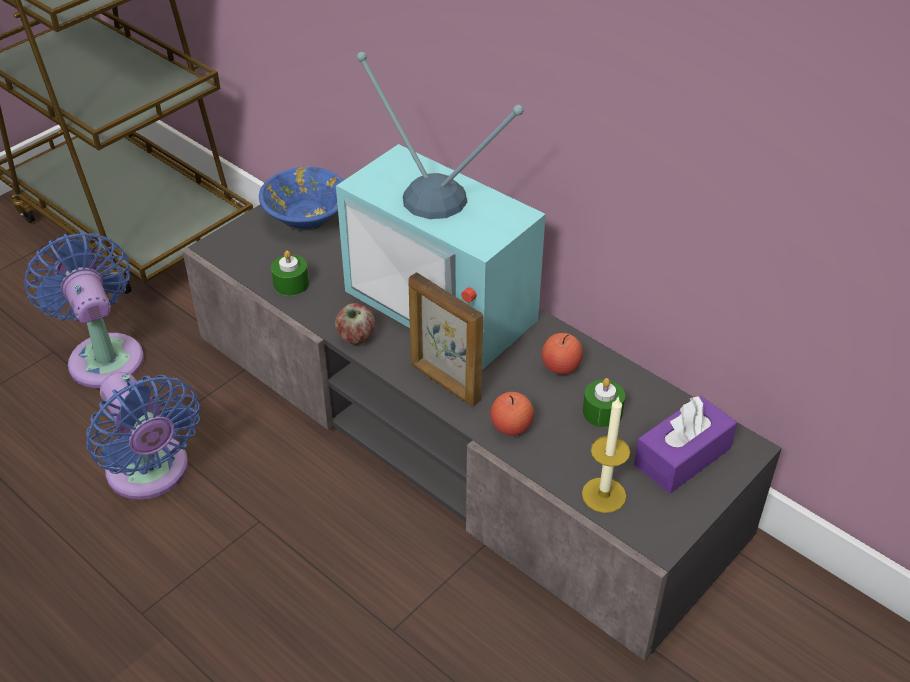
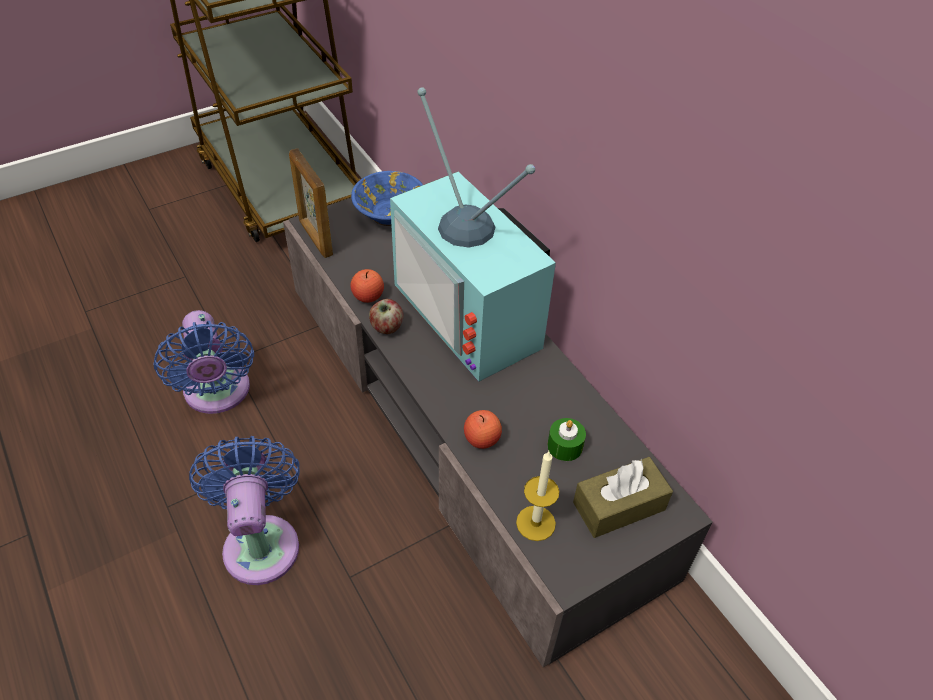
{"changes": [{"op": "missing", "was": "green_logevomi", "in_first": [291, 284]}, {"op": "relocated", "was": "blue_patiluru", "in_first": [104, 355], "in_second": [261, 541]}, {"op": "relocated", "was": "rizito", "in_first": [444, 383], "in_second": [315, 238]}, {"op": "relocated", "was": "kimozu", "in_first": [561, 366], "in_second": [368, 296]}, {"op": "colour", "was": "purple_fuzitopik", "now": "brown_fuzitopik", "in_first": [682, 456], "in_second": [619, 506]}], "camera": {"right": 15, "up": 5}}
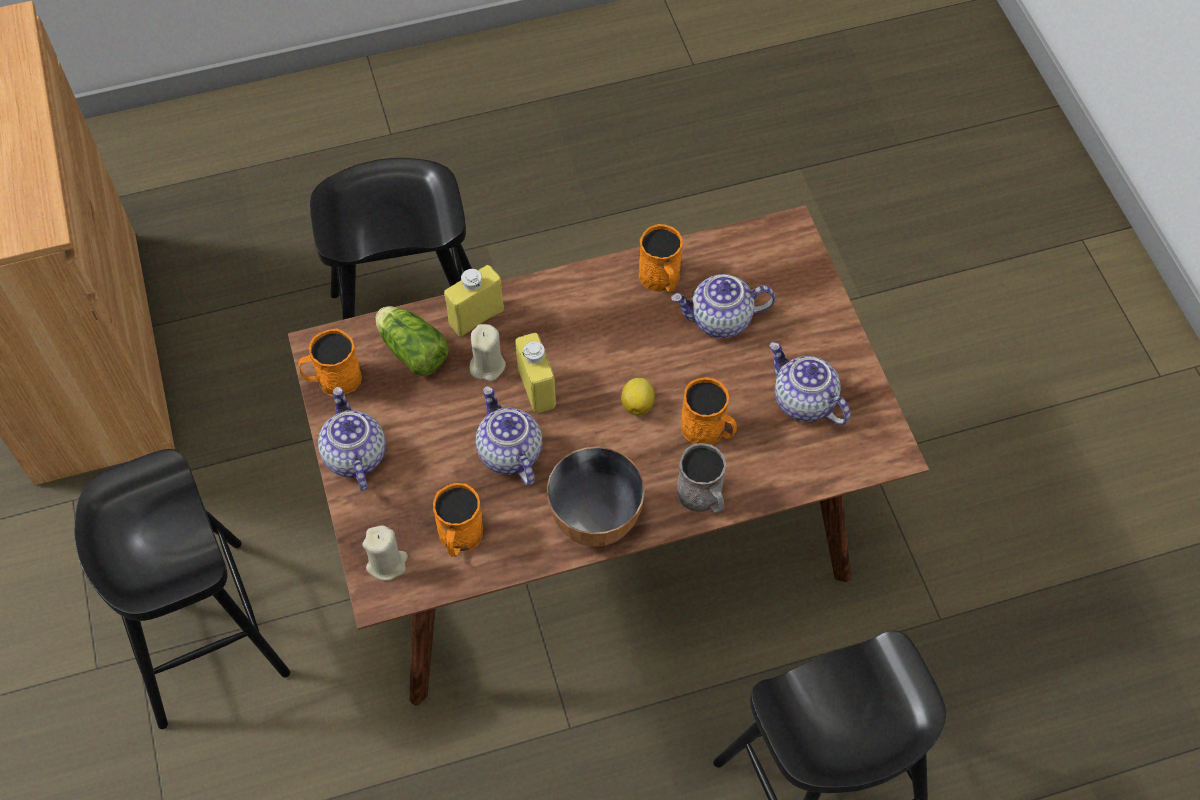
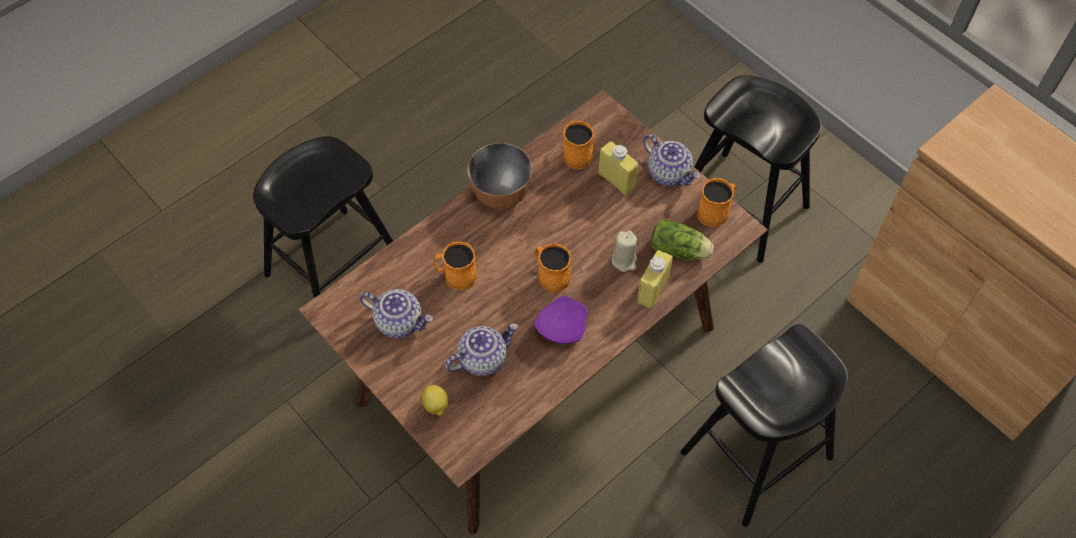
{"changes": [{"op": "missing", "was": "beige_logevomi", "in_first": [387, 563]}, {"op": "missing", "was": "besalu", "in_first": [509, 453]}, {"op": "missing", "was": "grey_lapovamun", "in_first": [703, 497]}, {"op": "appeared", "now": "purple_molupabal", "in_second": [560, 327]}, {"op": "relocated", "was": "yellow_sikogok", "in_first": [536, 388], "in_second": [616, 180]}, {"op": "relocated", "was": "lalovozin", "in_first": [638, 404], "in_second": [435, 405]}, {"op": "relocated", "was": "orange_lapovamun", "in_first": [661, 280], "in_second": [550, 276]}], "camera": {"right": 155, "up": 0}}
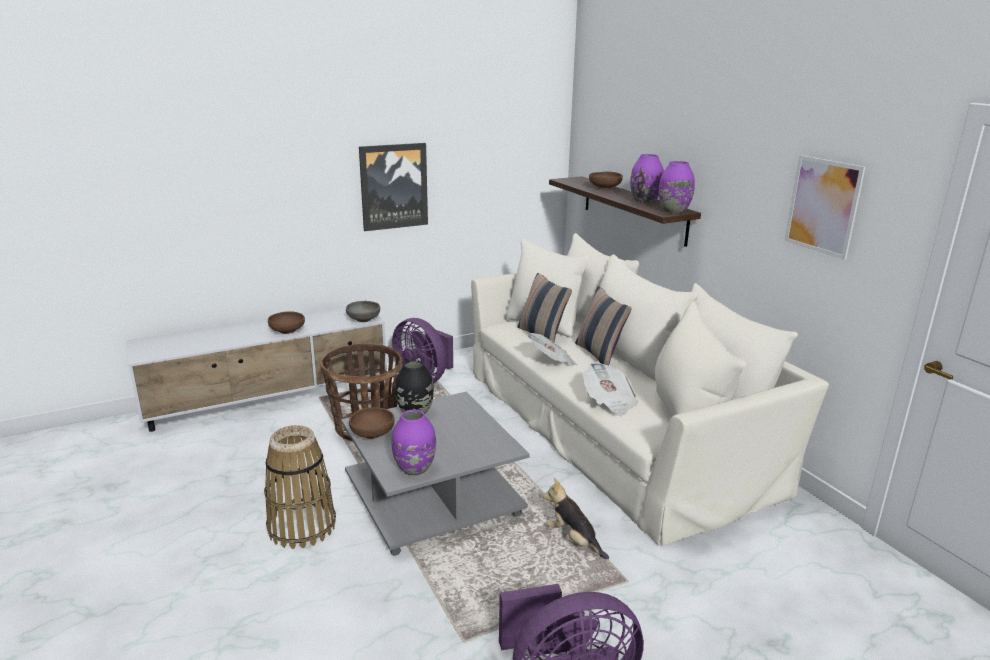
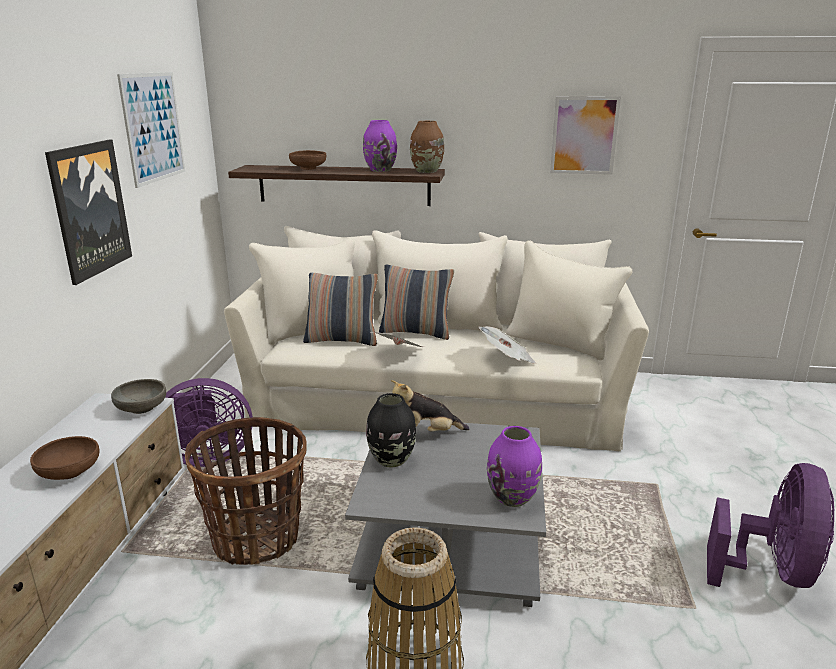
{"changes": [{"op": "missing", "was": "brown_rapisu", "in_first": [372, 433]}, {"op": "appeared", "now": "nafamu", "in_second": [153, 127]}, {"op": "relocated", "was": "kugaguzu", "in_first": [573, 540], "in_second": [426, 434]}, {"op": "colour", "was": "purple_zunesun", "now": "brown_zunesun", "in_first": [673, 211], "in_second": [426, 171]}], "camera": {"right": -55, "up": 0}}
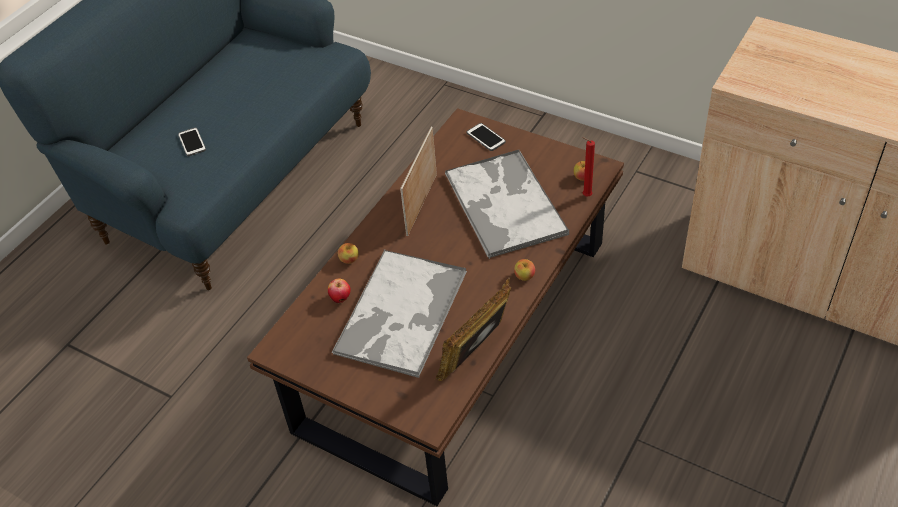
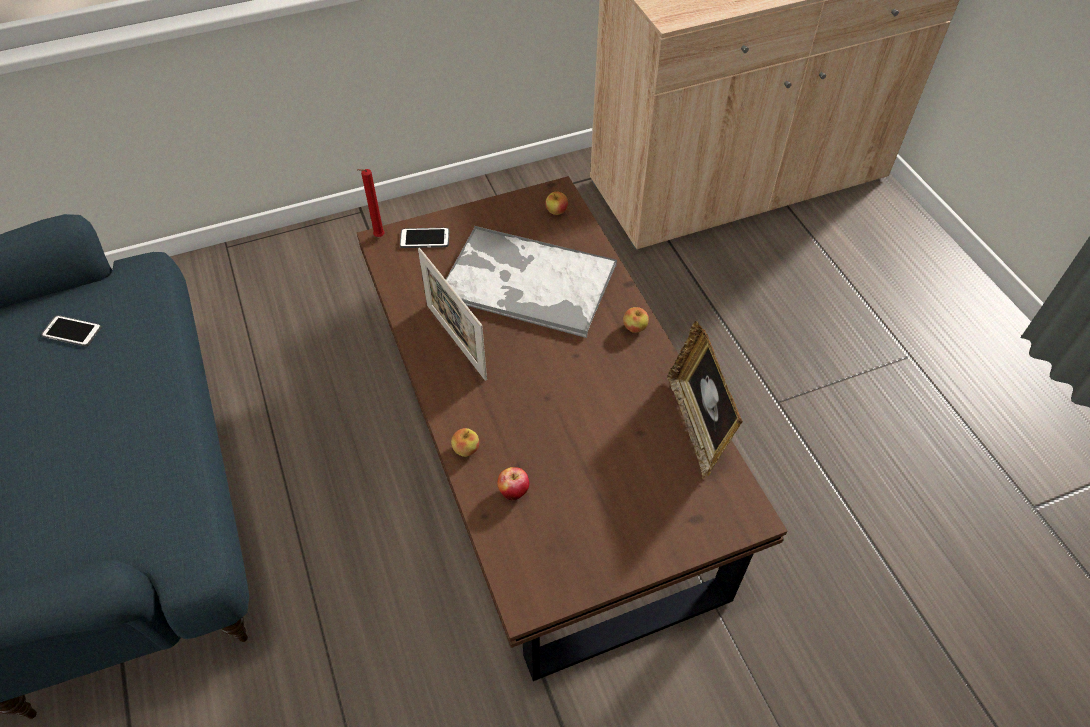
{"changes": [{"op": "missing", "was": "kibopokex", "in_first": [400, 314]}, {"op": "relocated", "was": "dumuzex", "in_first": [192, 142], "in_second": [72, 332]}, {"op": "relocated", "was": "red_logevomi", "in_first": [585, 196], "in_second": [378, 237]}], "camera": {"right": -55, "up": 5}}
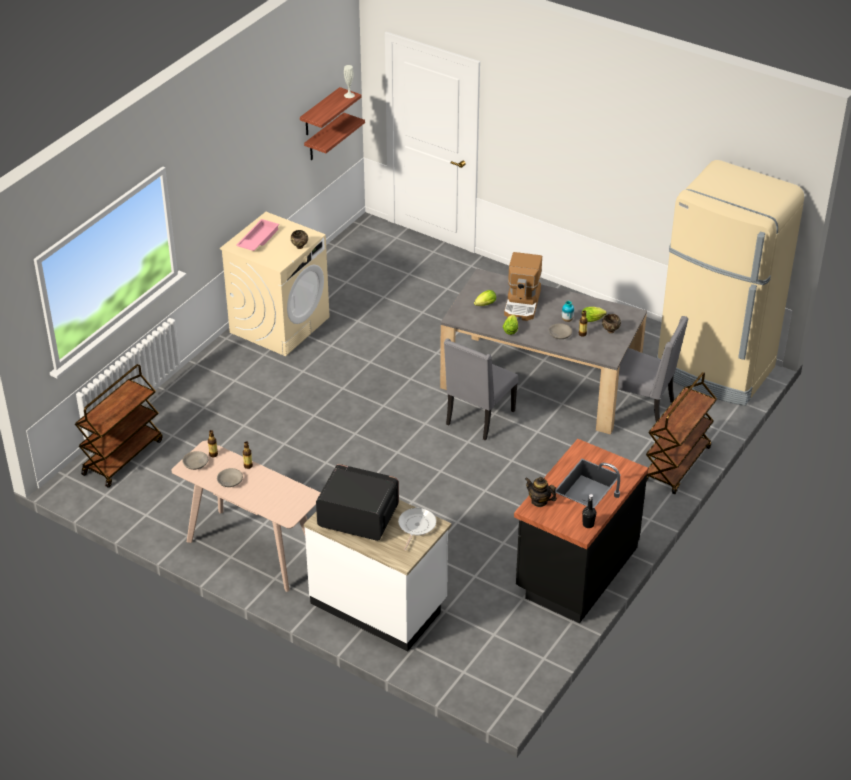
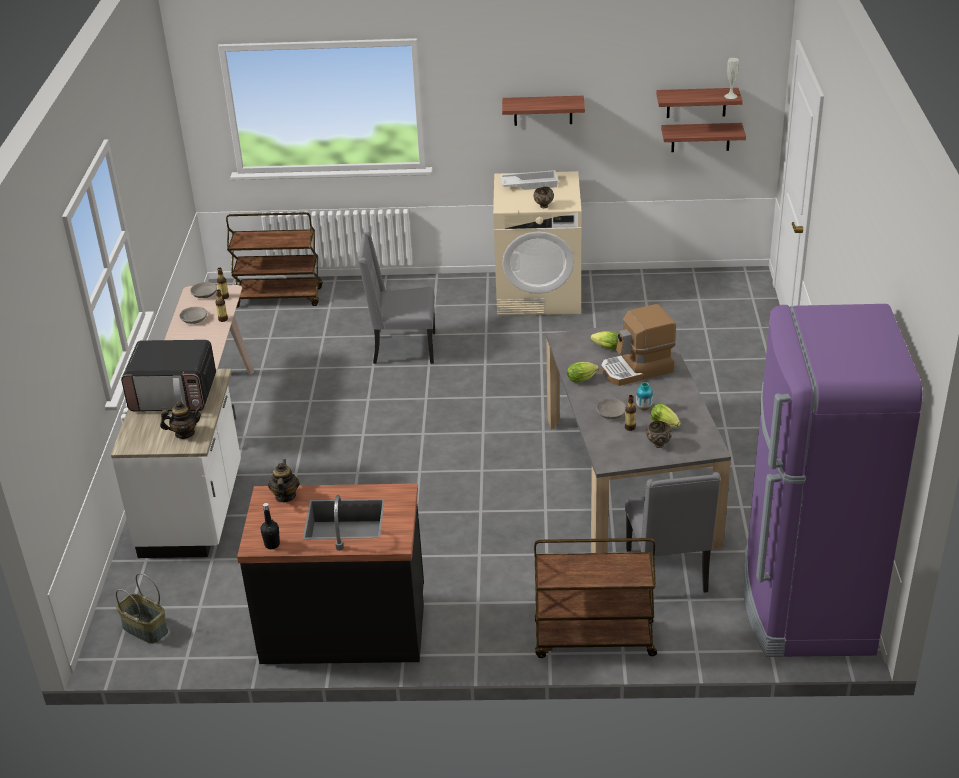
{"changes": [{"op": "appeared", "now": "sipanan", "in_second": [144, 629]}, {"op": "appeared", "now": "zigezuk", "in_second": [543, 110]}, {"op": "relocated", "was": "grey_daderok", "in_first": [478, 418], "in_second": [402, 349]}, {"op": "exchanged", "was": "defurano", "now": "besalu", "in_first": [416, 526], "in_second": [184, 433]}, {"op": "colour", "was": "pink_kibopokex", "now": "white_kibopokex", "in_first": [257, 239], "in_second": [529, 184]}, {"op": "colour", "was": "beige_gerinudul", "now": "purple_gerinudul", "in_first": [715, 371], "in_second": [805, 605]}, {"op": "spun", "was": "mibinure", "in_first": [357, 516], "in_second": [174, 395], "clockwise": 105}], "camera": {"right": 60, "up": -5}}
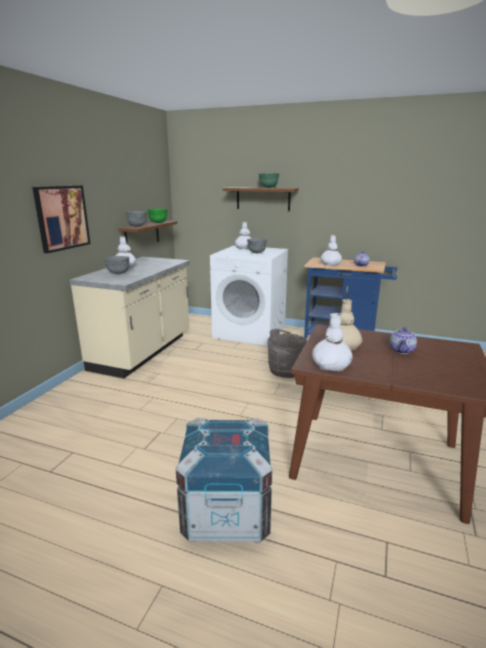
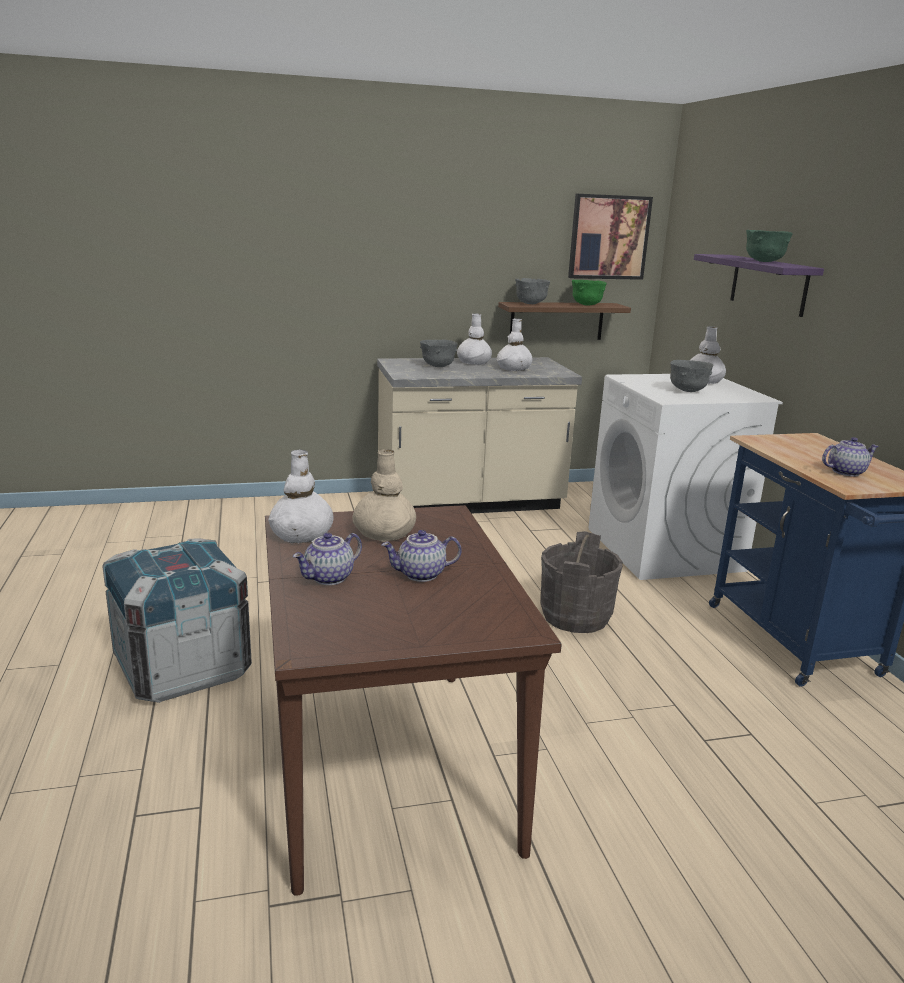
{"changes": [{"op": "appeared", "now": "besalu", "in_second": [329, 578]}, {"op": "relocated", "was": "nafamu", "in_first": [62, 217], "in_second": [608, 237]}, {"op": "relocated", "was": "white_zunesun", "in_first": [330, 264], "in_second": [514, 368]}, {"op": "colour", "was": "brown_zigezuk", "now": "purple_zigezuk", "in_first": [263, 198], "in_second": [768, 284]}], "camera": {"right": 55, "up": 0}}
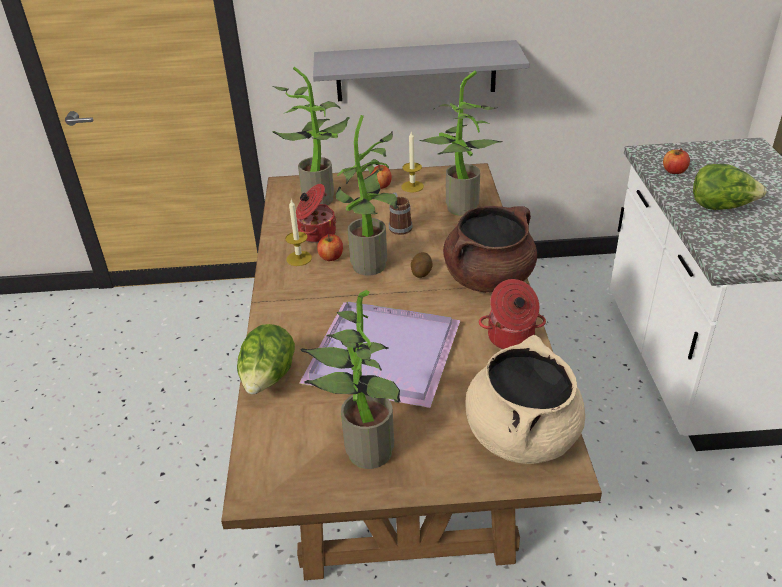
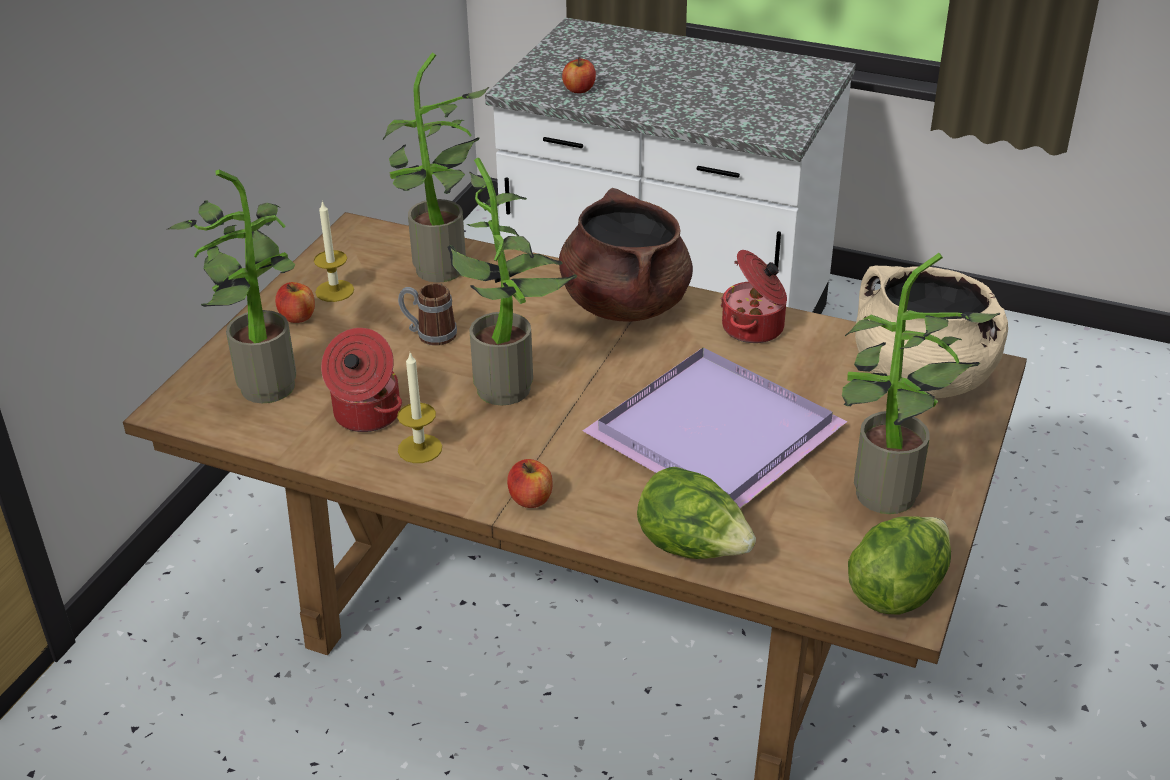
{"changes": [{"op": "missing", "was": "grey_zigezuk", "in_first": [416, 71]}, {"op": "missing", "was": "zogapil", "in_first": [421, 272]}, {"op": "relocated", "was": "kimozu", "in_first": [331, 257], "in_second": [531, 499]}, {"op": "relocated", "was": "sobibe", "in_first": [721, 207], "in_second": [897, 590]}], "camera": {"right": -65, "up": 0}}
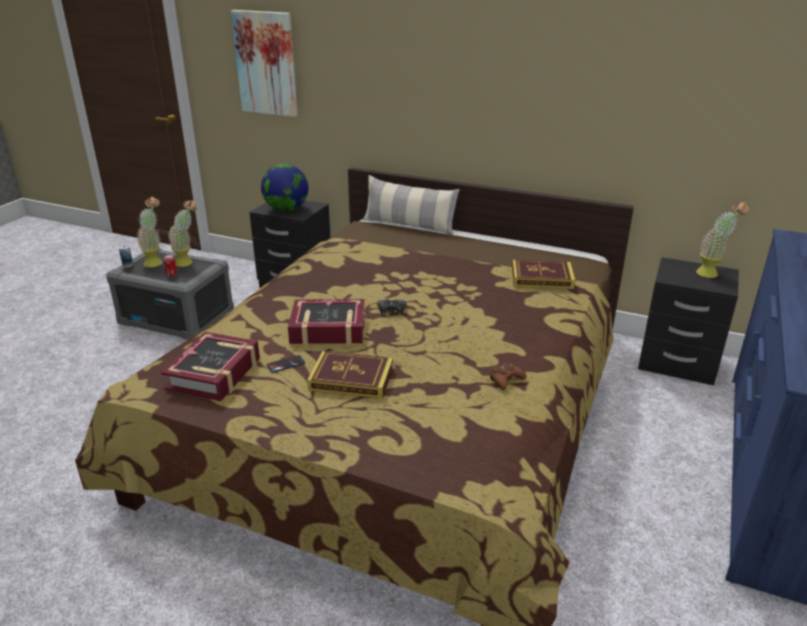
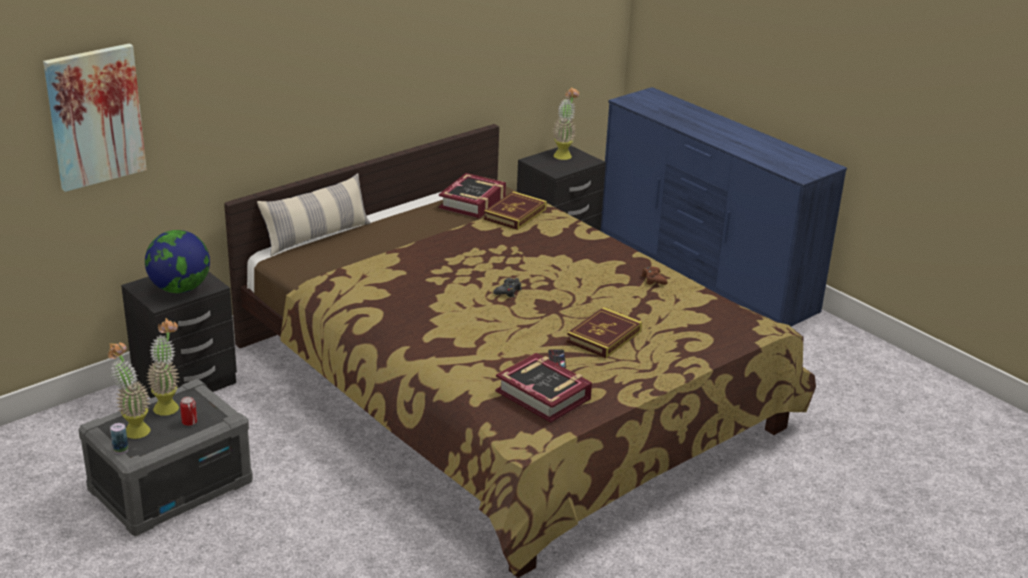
{"changes": [{"op": "relocated", "was": "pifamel", "in_first": [328, 329], "in_second": [473, 202]}], "camera": {"right": -65, "up": 0}}
